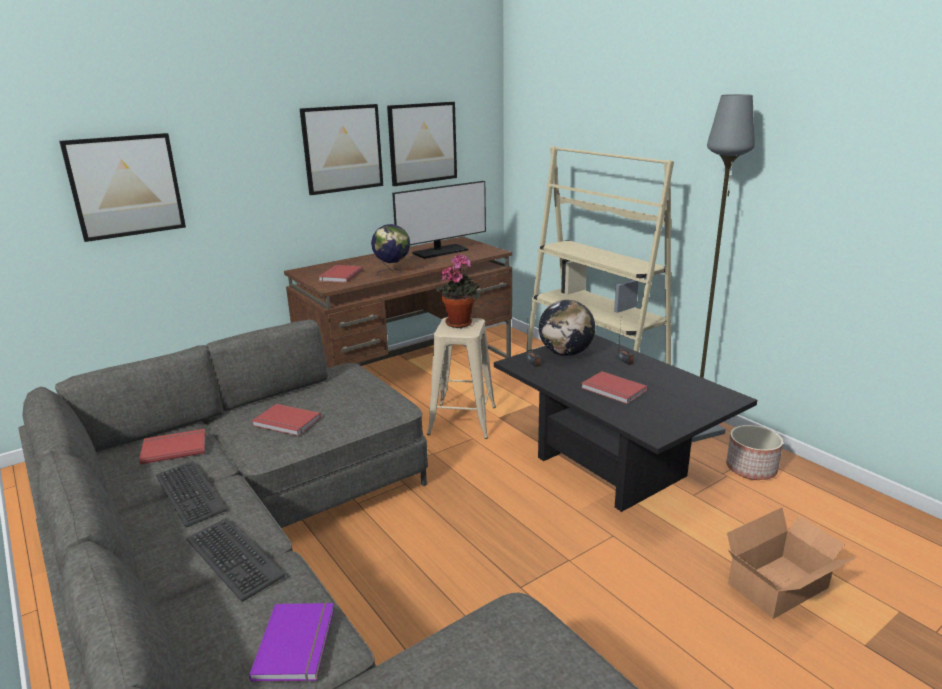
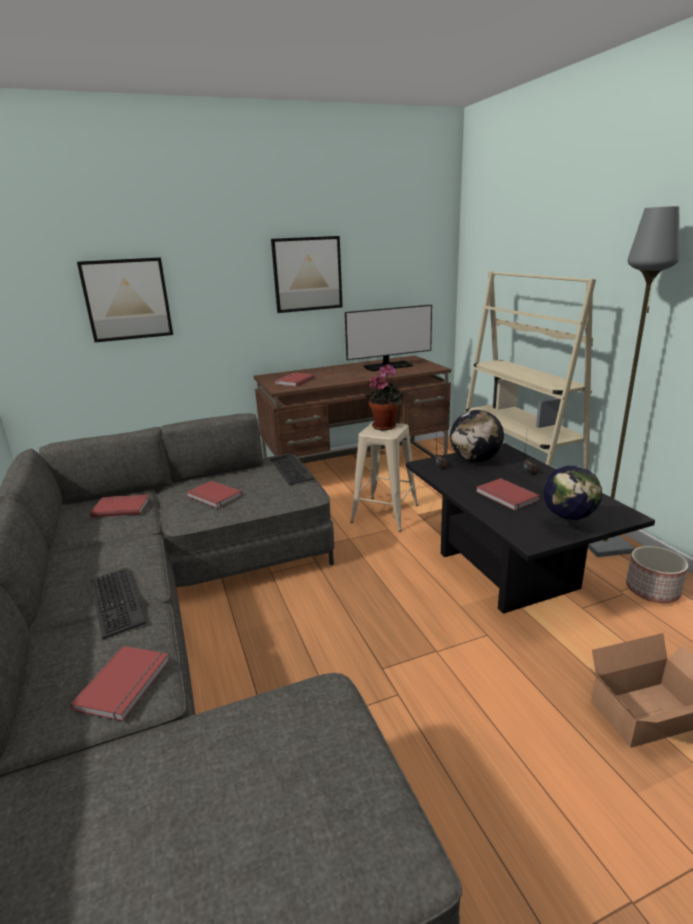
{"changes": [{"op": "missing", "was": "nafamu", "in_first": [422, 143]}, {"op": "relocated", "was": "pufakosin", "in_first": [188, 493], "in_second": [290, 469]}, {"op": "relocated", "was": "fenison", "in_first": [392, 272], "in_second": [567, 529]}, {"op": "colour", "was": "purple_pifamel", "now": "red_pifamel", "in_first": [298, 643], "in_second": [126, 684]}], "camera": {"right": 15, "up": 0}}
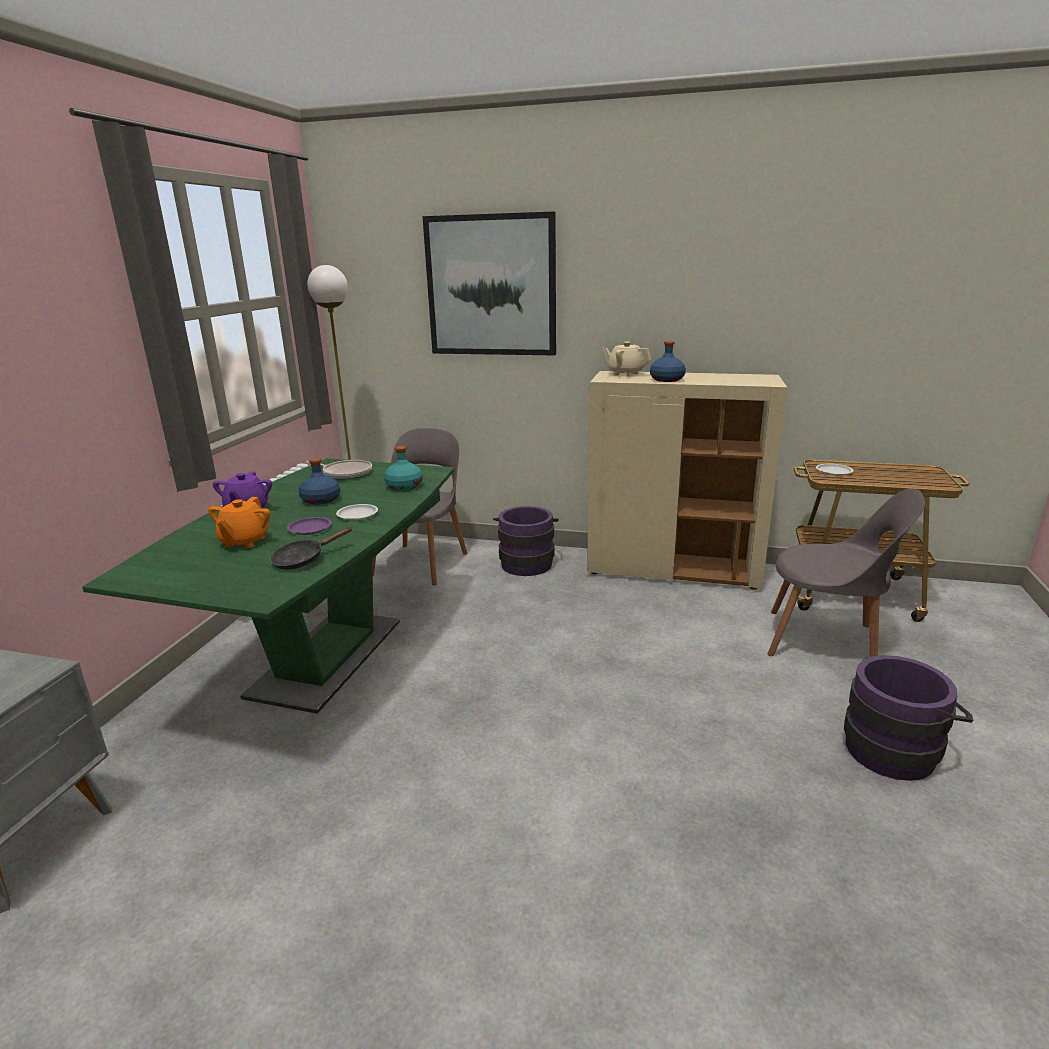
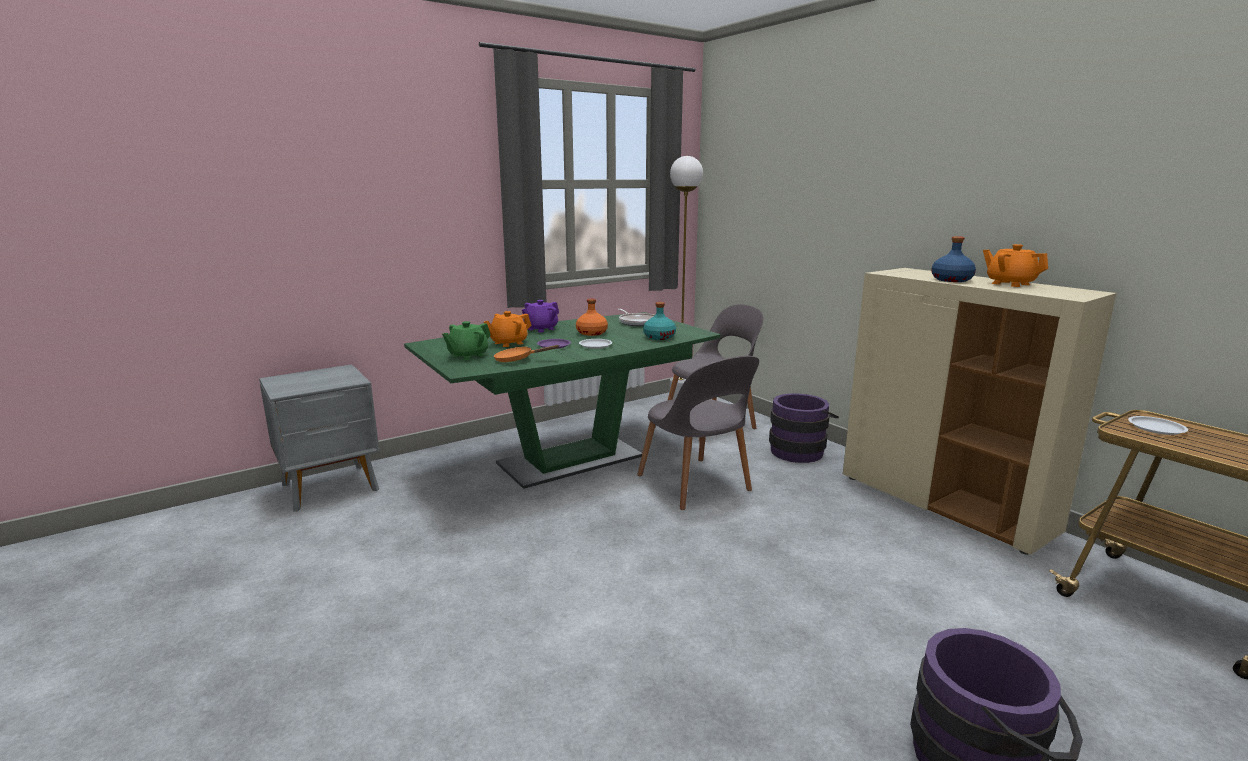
{"changes": [{"op": "missing", "was": "nafamu", "in_first": [491, 286]}, {"op": "missing", "was": "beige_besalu", "in_first": [625, 374]}, {"op": "appeared", "now": "green_besalu", "in_second": [468, 356]}, {"op": "appeared", "now": "orange_besalu", "in_second": [1010, 284]}, {"op": "relocated", "was": "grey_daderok", "in_first": [826, 642], "in_second": [695, 485]}, {"op": "colour", "was": "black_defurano", "now": "orange_defurano", "in_first": [303, 560], "in_second": [518, 360]}, {"op": "colour", "was": "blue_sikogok", "now": "orange_sikogok", "in_first": [320, 500], "in_second": [591, 333]}], "camera": {"right": 40, "up": -5}}
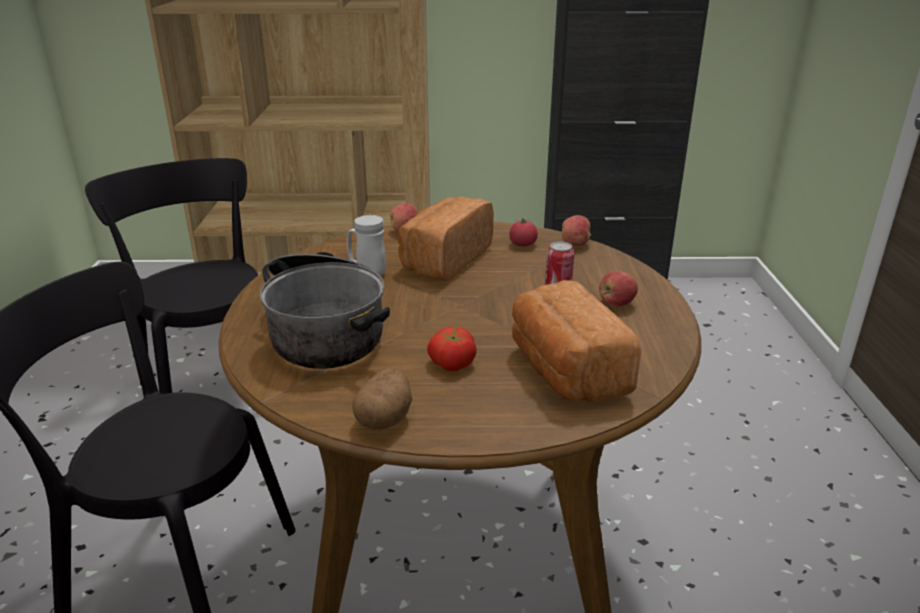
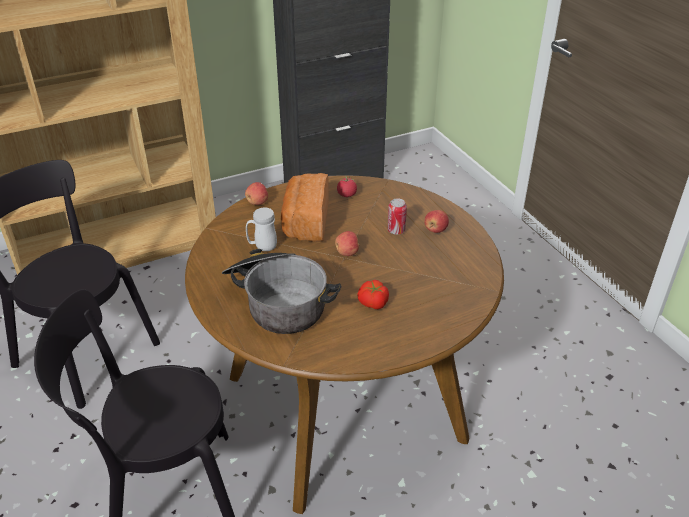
{"changes": [{"op": "missing", "was": "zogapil", "in_first": [384, 418]}, {"op": "missing", "was": "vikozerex", "in_first": [565, 371]}, {"op": "relocated", "was": "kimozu", "in_first": [575, 244], "in_second": [347, 253]}], "camera": {"right": -25, "up": 10}}
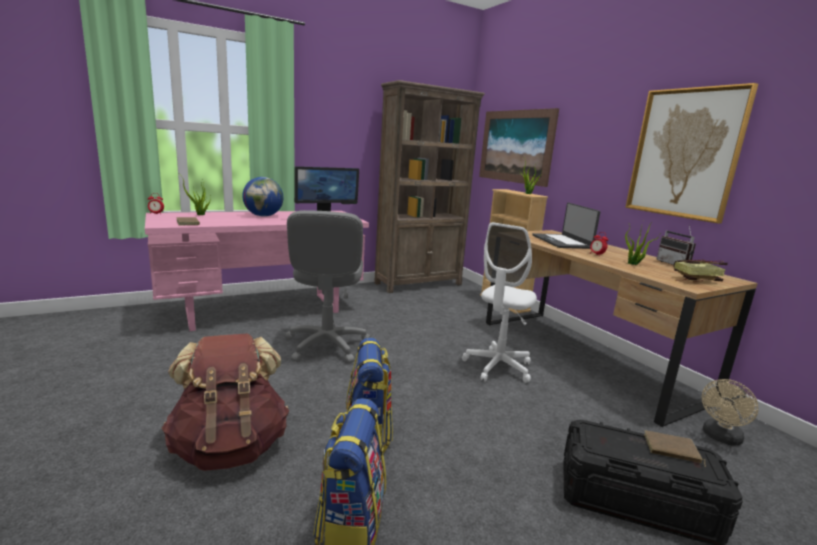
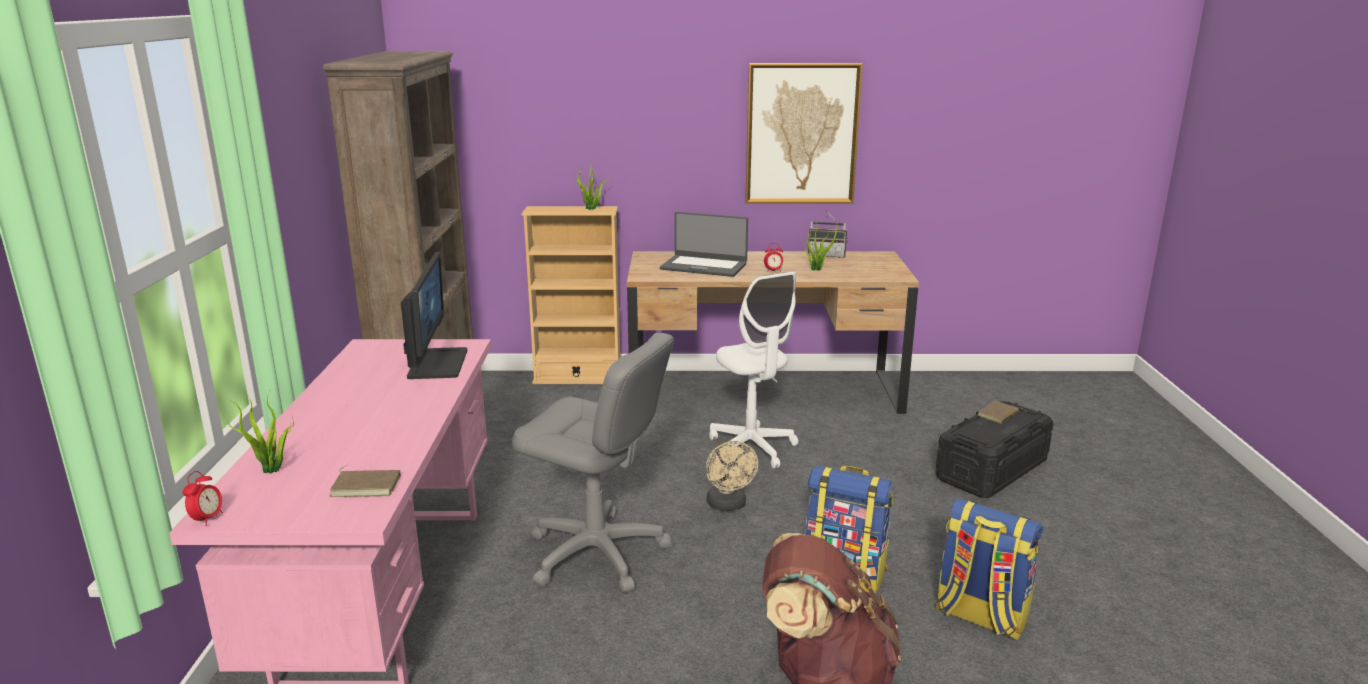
{"changes": [{"op": "missing", "was": "fenison", "in_first": [263, 216]}, {"op": "missing", "was": "nafamu", "in_first": [515, 146]}, {"op": "missing", "was": "pifamel", "in_first": [691, 280]}, {"op": "relocated", "was": "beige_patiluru", "in_first": [720, 438], "in_second": [728, 505]}], "camera": {"right": -60, "up": 5}}
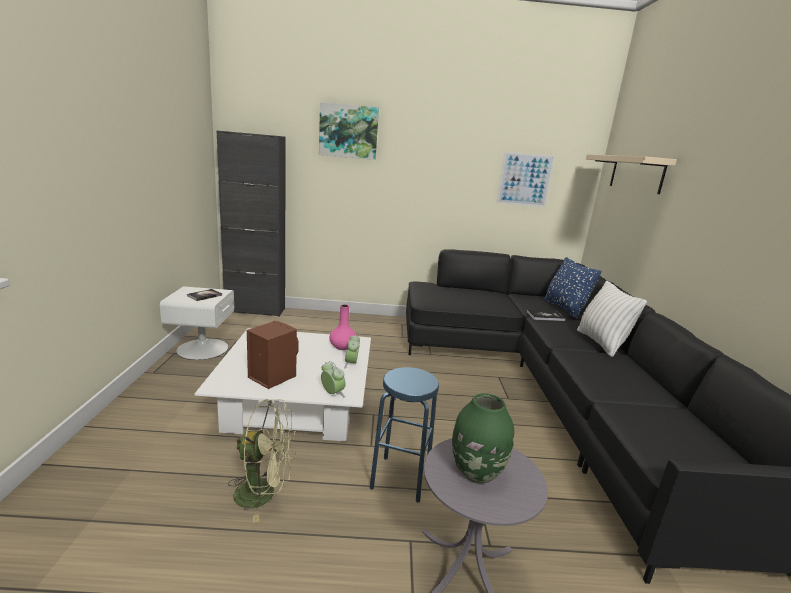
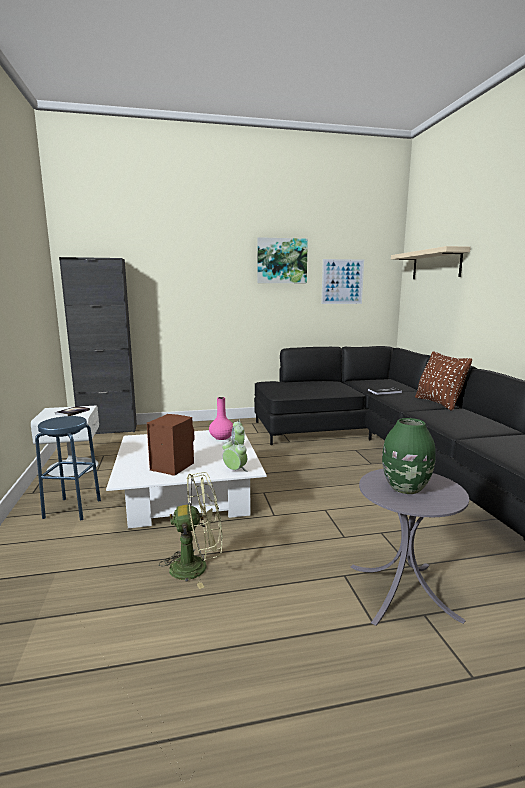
{"changes": [{"op": "missing", "was": "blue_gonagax", "in_first": [565, 309]}, {"op": "relocated", "was": "nafamu", "in_first": [348, 131], "in_second": [281, 261]}, {"op": "relocated", "was": "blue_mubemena", "in_first": [401, 478], "in_second": [72, 509]}, {"op": "colour", "was": "white_gonagax", "now": "brown_gonagax", "in_first": [601, 343], "in_second": [438, 403]}], "camera": {"right": -10, "up": -5}}
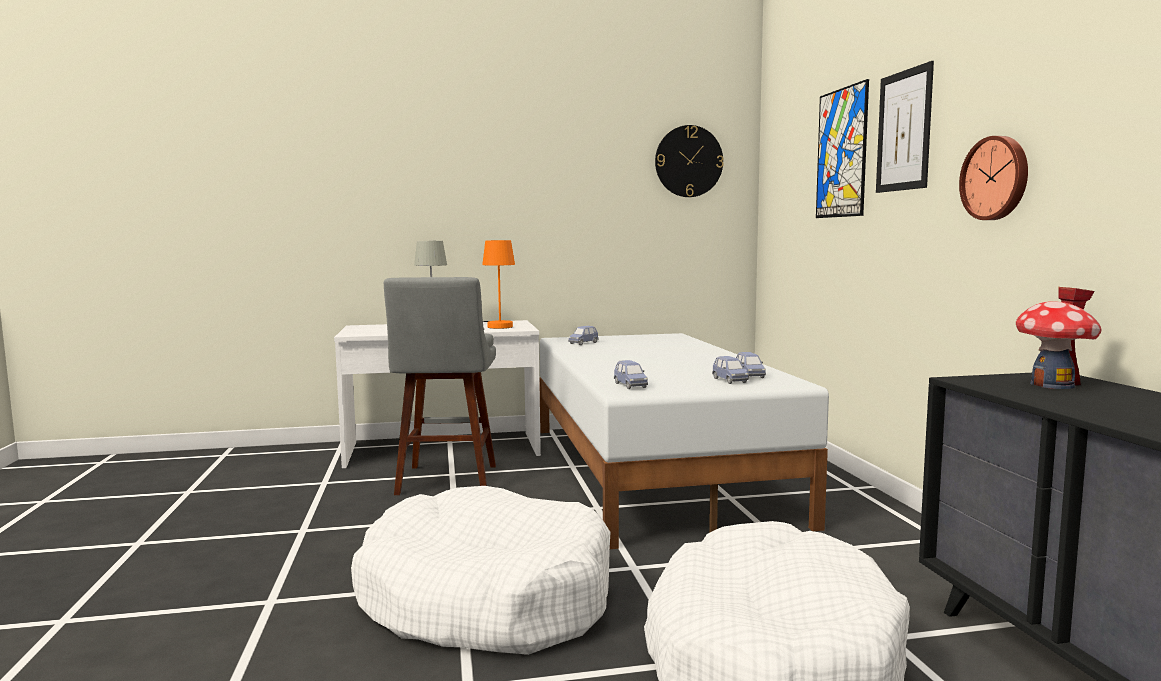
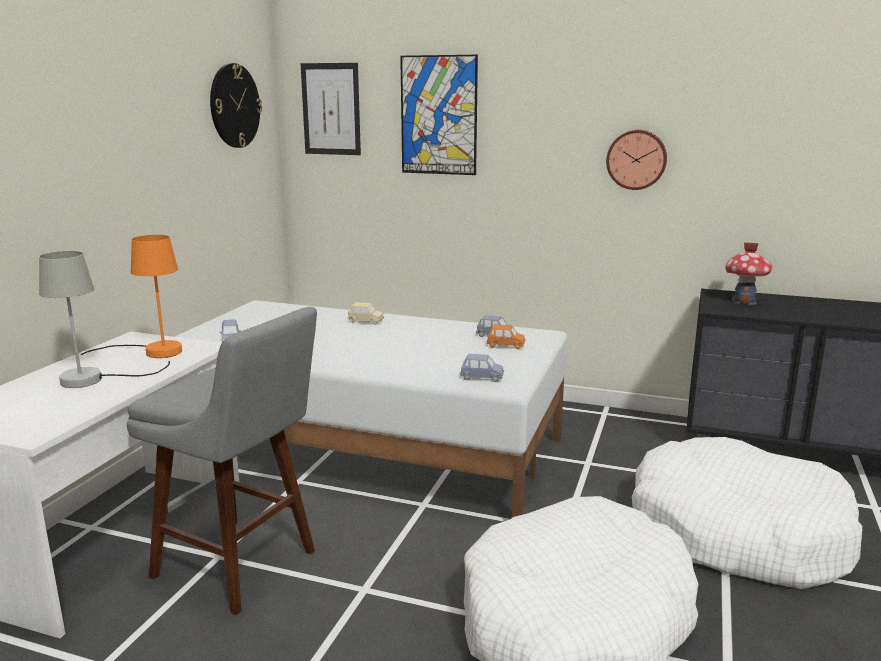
{"changes": [{"op": "appeared", "now": "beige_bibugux", "in_second": [366, 321]}, {"op": "relocated", "was": "nafamu", "in_first": [904, 131], "in_second": [331, 109]}, {"op": "colour", "was": "blue_bibugux", "now": "orange_bibugux", "in_first": [729, 380], "in_second": [506, 345]}], "camera": {"right": -60, "up": 10}}
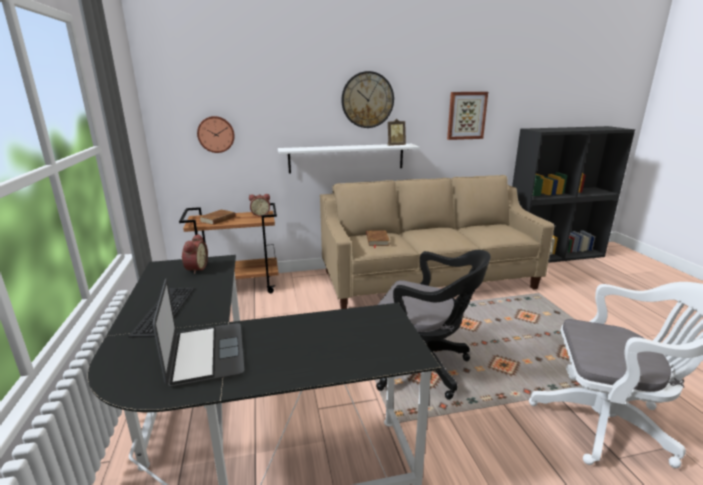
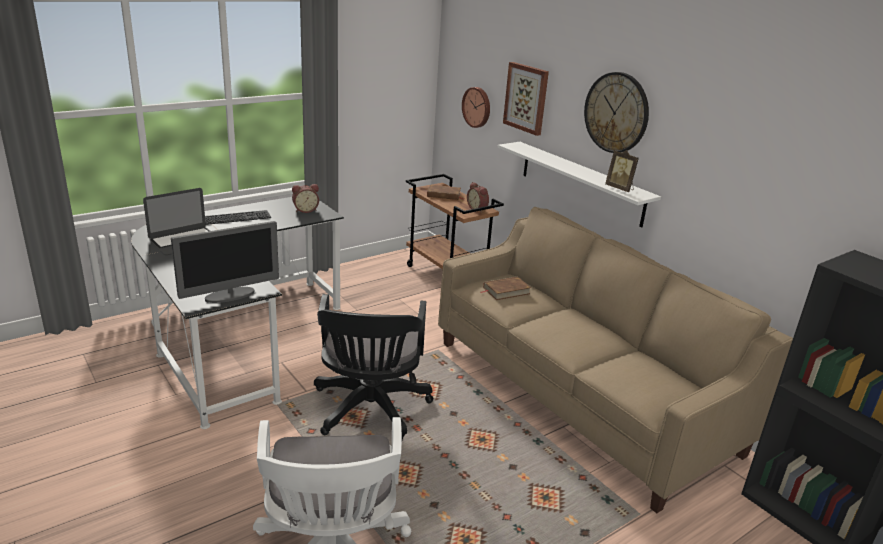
{"changes": [{"op": "appeared", "now": "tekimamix", "in_second": [230, 295]}, {"op": "relocated", "was": "nafamu", "in_first": [466, 115], "in_second": [526, 98]}], "camera": {"right": 65, "up": 5}}
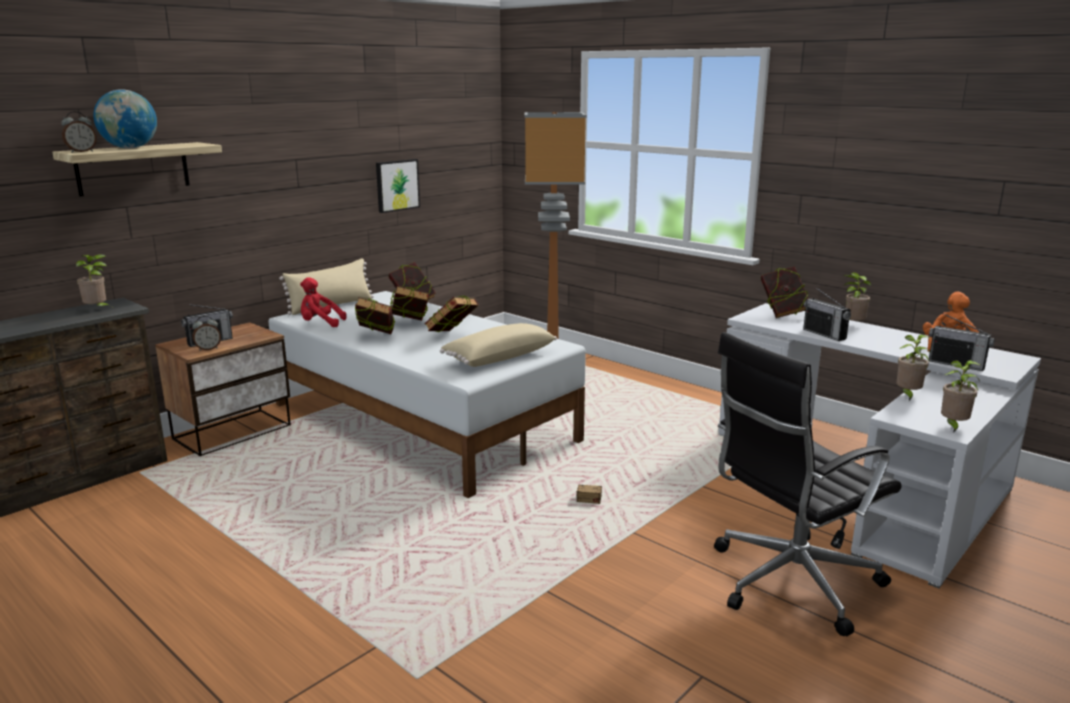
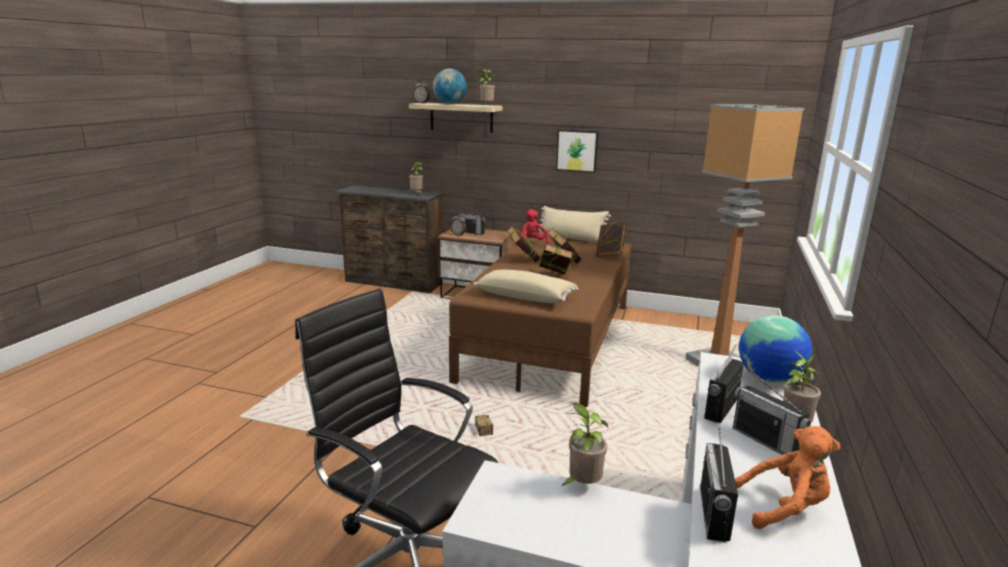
{"changes": [{"op": "appeared", "now": "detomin", "in_second": [765, 441]}, {"op": "relocated", "was": "nafamu", "in_first": [397, 185], "in_second": [577, 150]}, {"op": "relocated", "was": "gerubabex", "in_first": [953, 426], "in_second": [486, 106]}, {"op": "exchanged", "was": "pifamel", "now": "fenison", "in_first": [783, 314], "in_second": [769, 379]}, {"op": "colour", "was": "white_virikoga", "now": "brown_virikoga", "in_first": [422, 421], "in_second": [551, 340]}], "camera": {"right": 65, "up": 0}}
